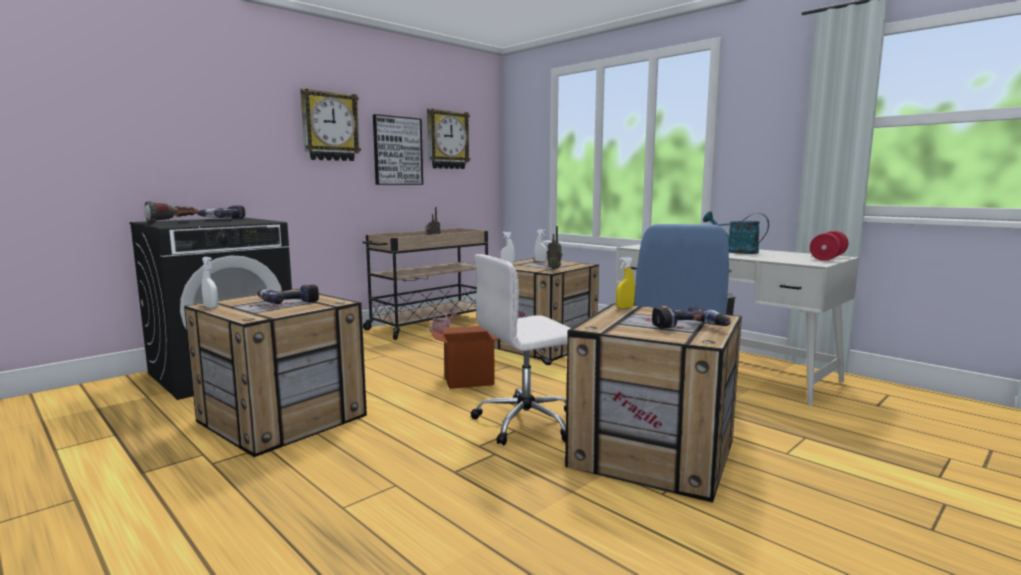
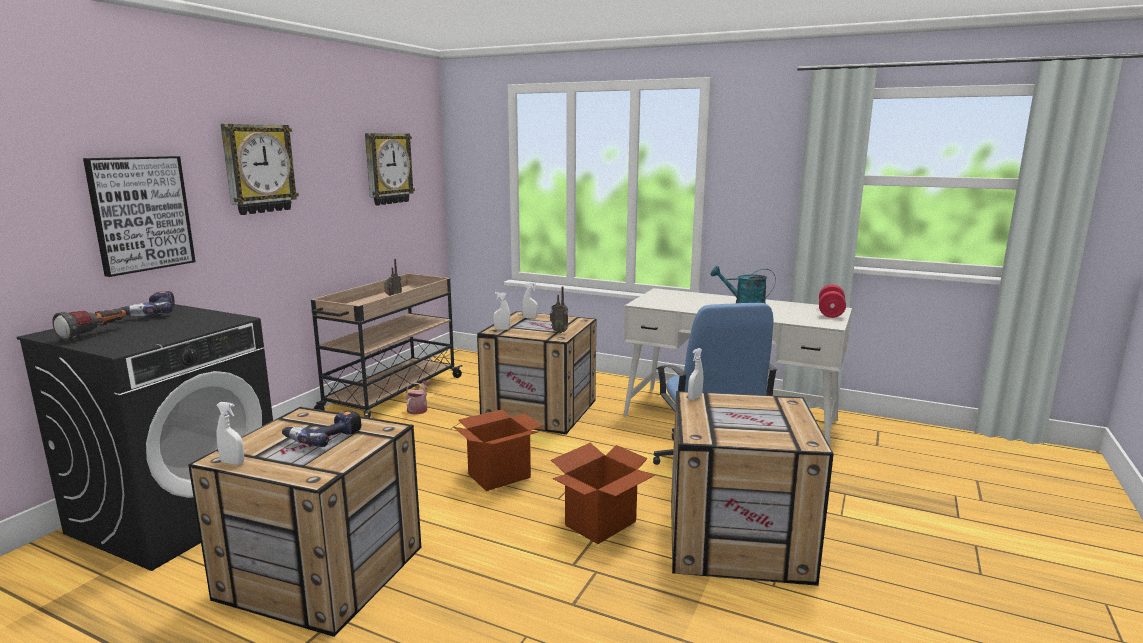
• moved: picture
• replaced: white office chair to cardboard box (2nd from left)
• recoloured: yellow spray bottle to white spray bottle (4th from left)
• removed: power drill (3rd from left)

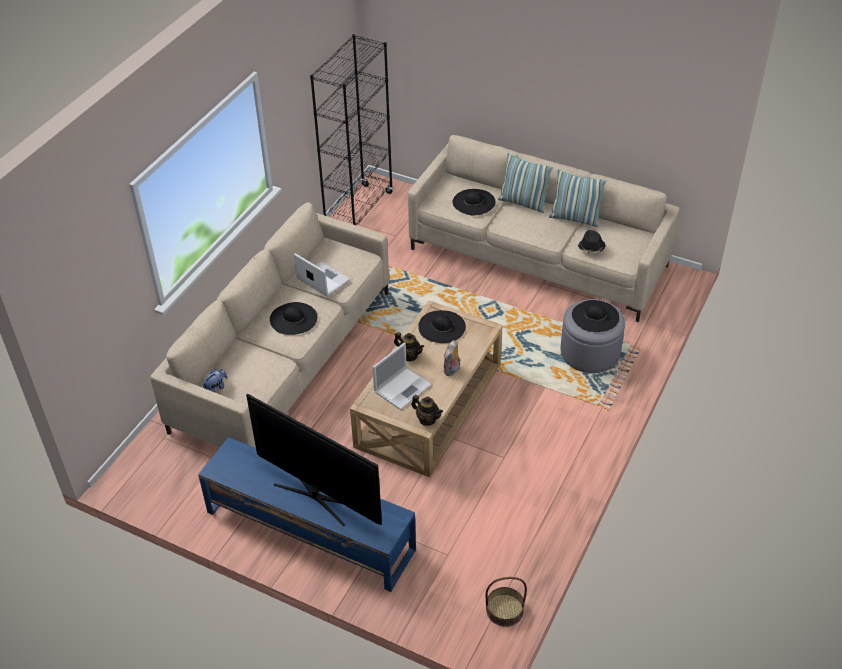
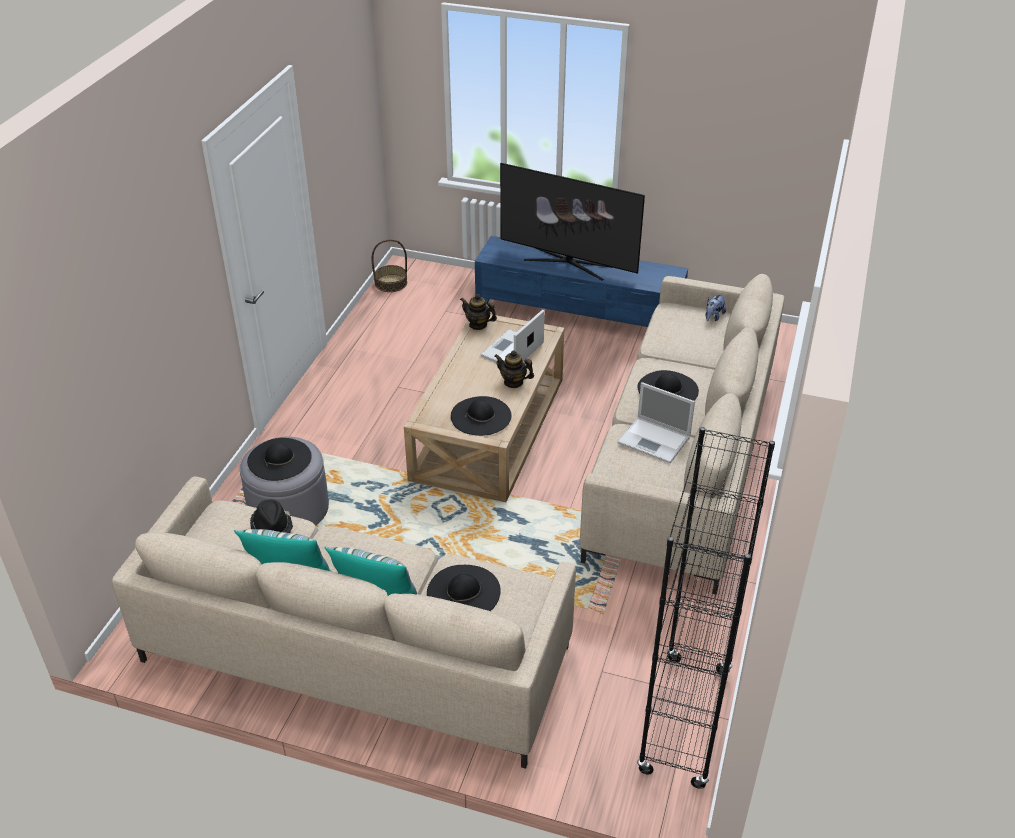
• removed: plush toy (2nd from left)

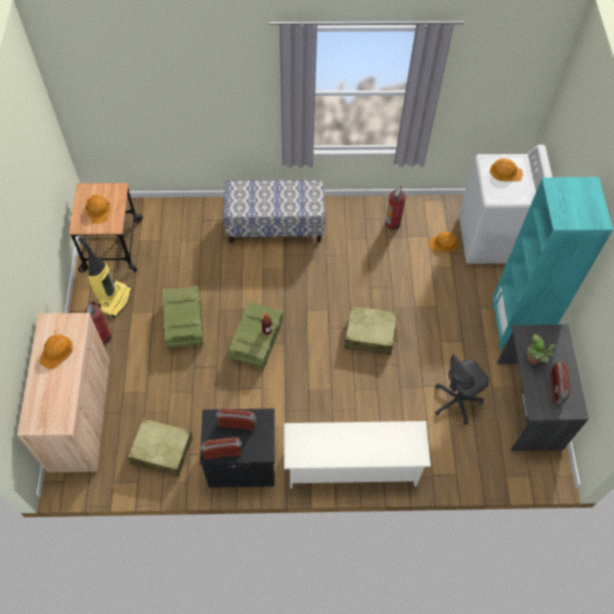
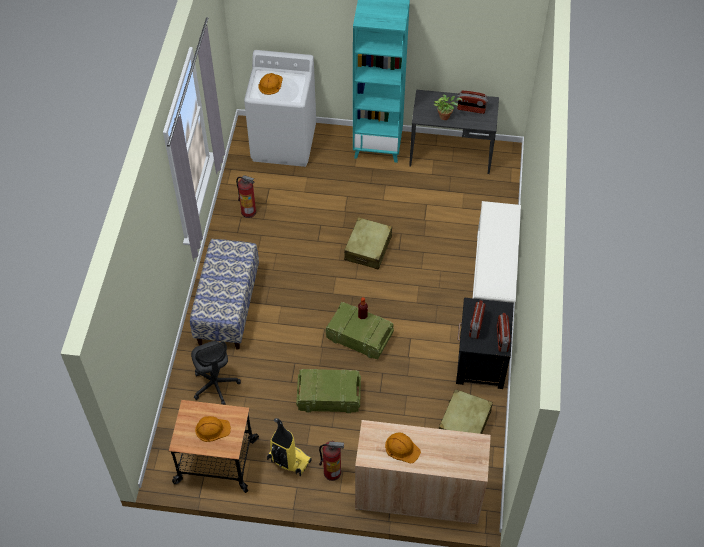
• moved: grey office chair
• removed: orange hard hat (3rd from left)

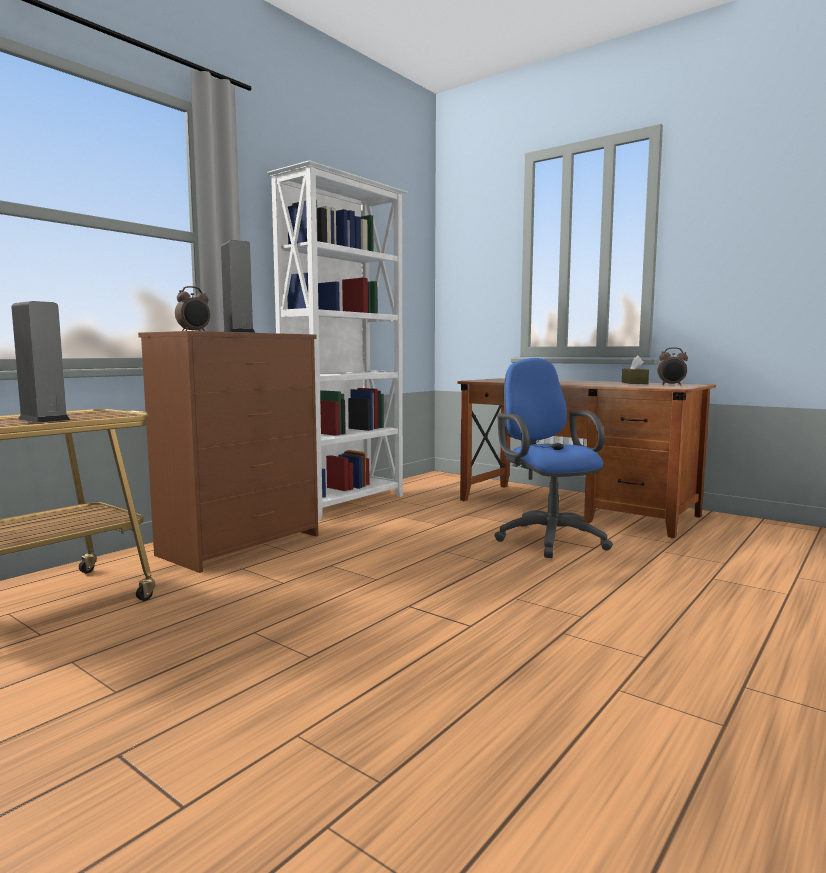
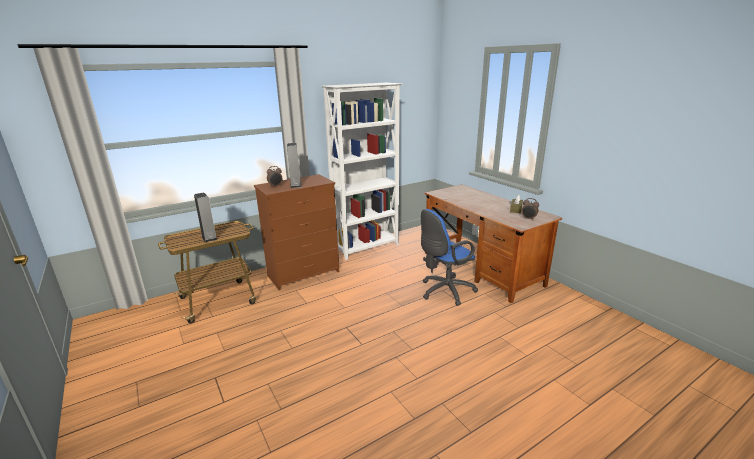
• turned: blue office chair 120 degrees counterclockwise

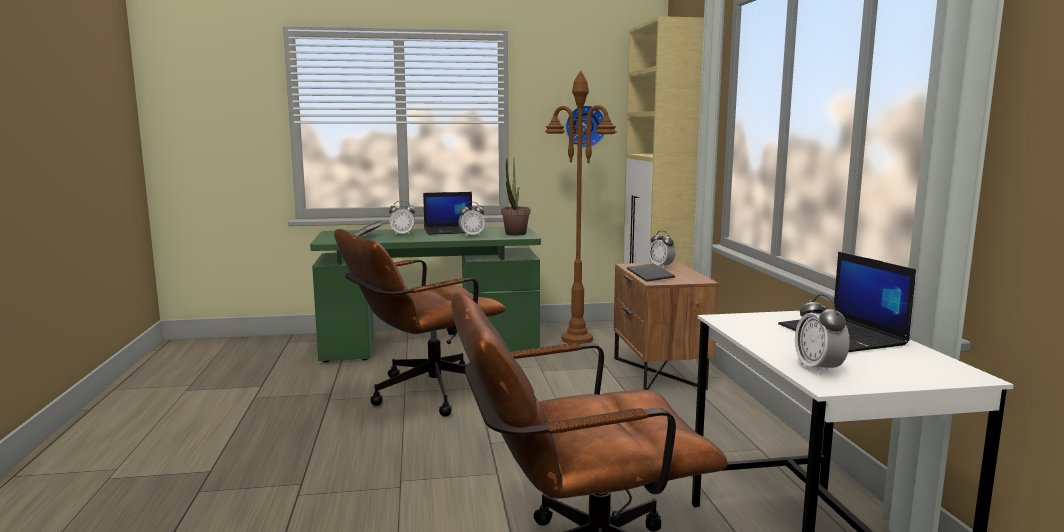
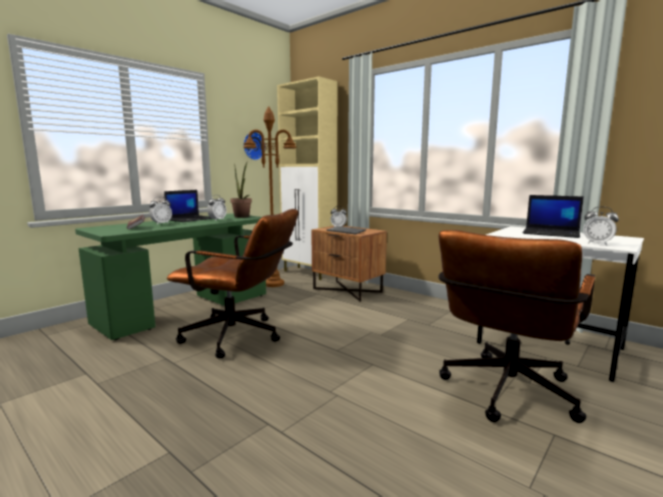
• turned: brown office chair (1st from left) 90 degrees counterclockwise

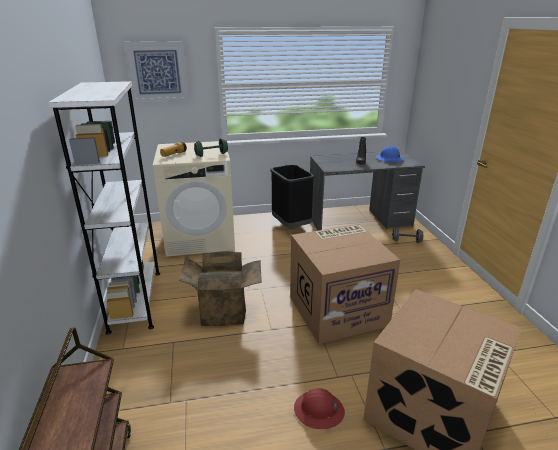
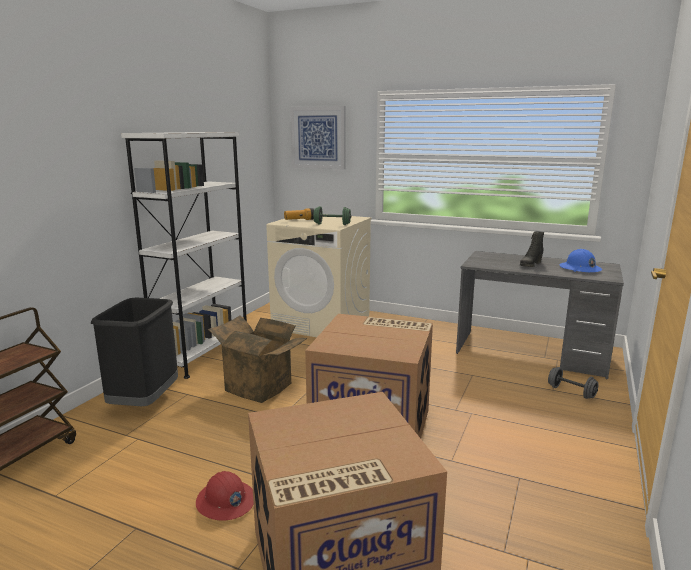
• moved: black trash can

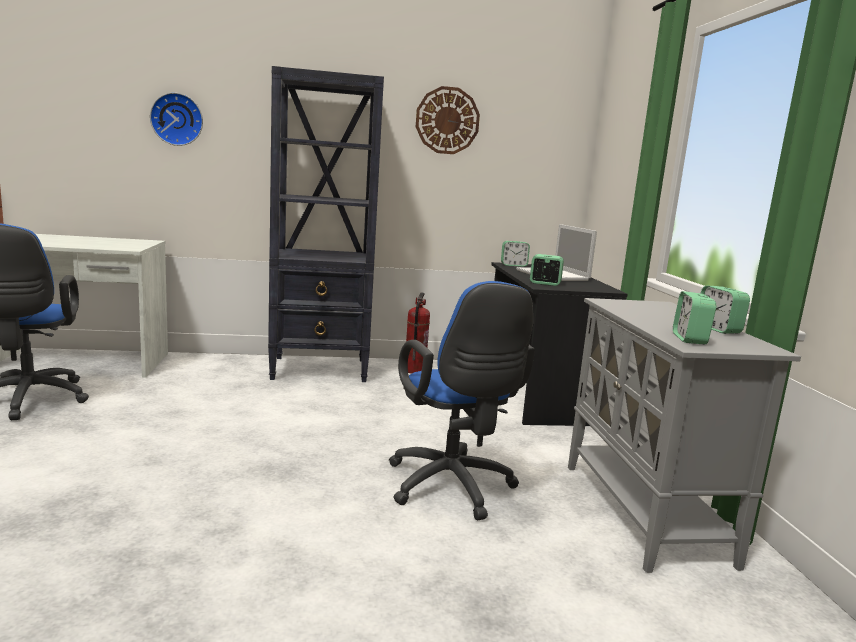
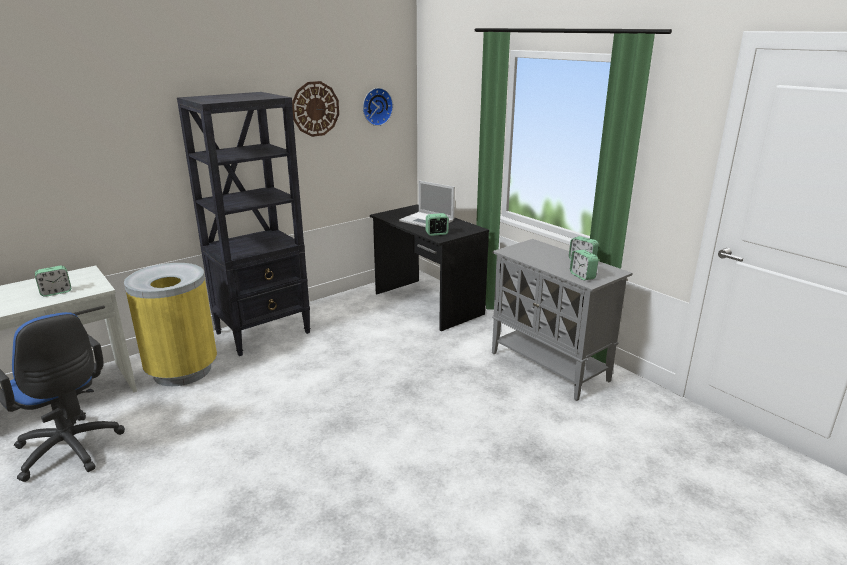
• moved: alarm clock (1st from left)
• added: yellow trash can
• moved: wall clock (1st from left in the first image) to wall clock (2nd from left)
• removed: blue office chair (2nd from left)
• removed: fire extinguisher

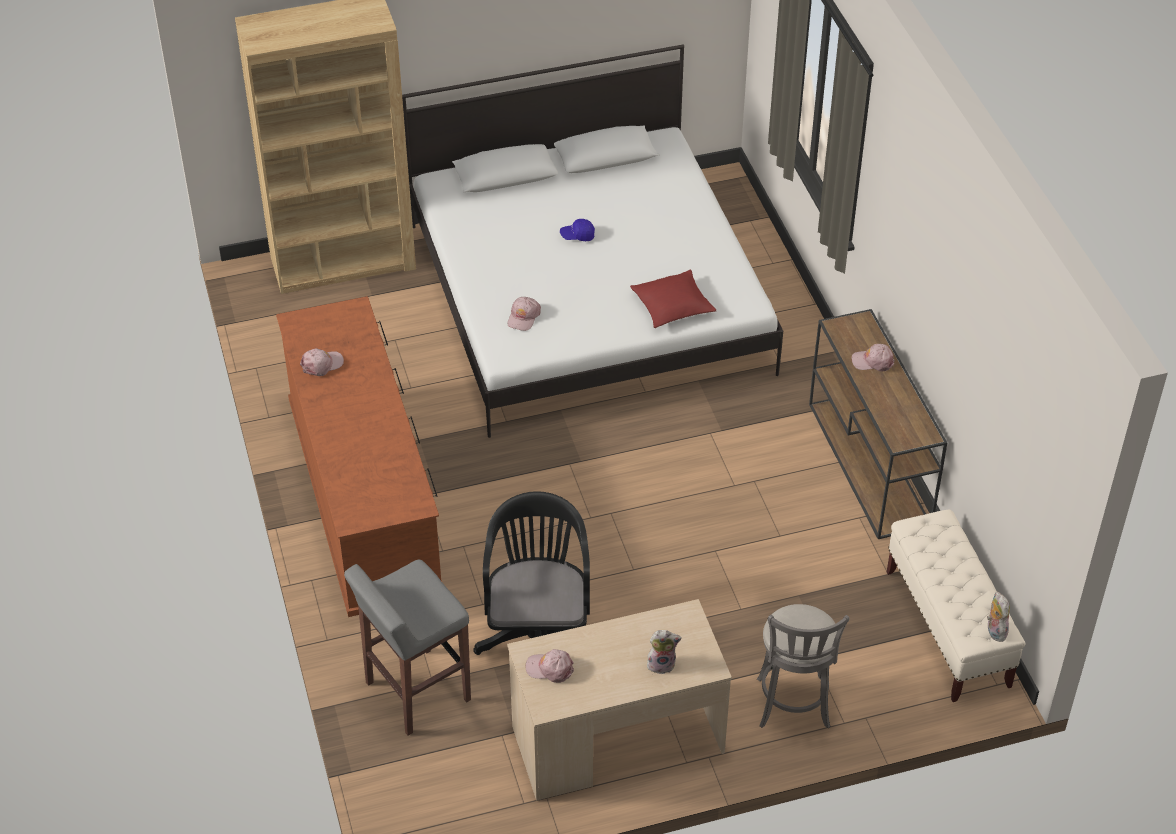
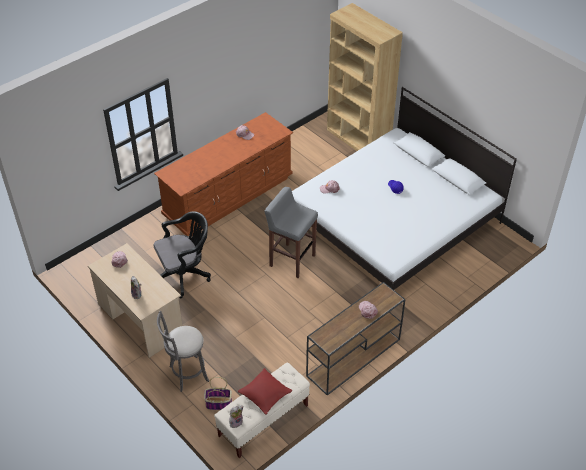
• added: basket
• moved: red pillow
• moved: grey stool (1st from left in the first image) to grey stool (2nd from left)

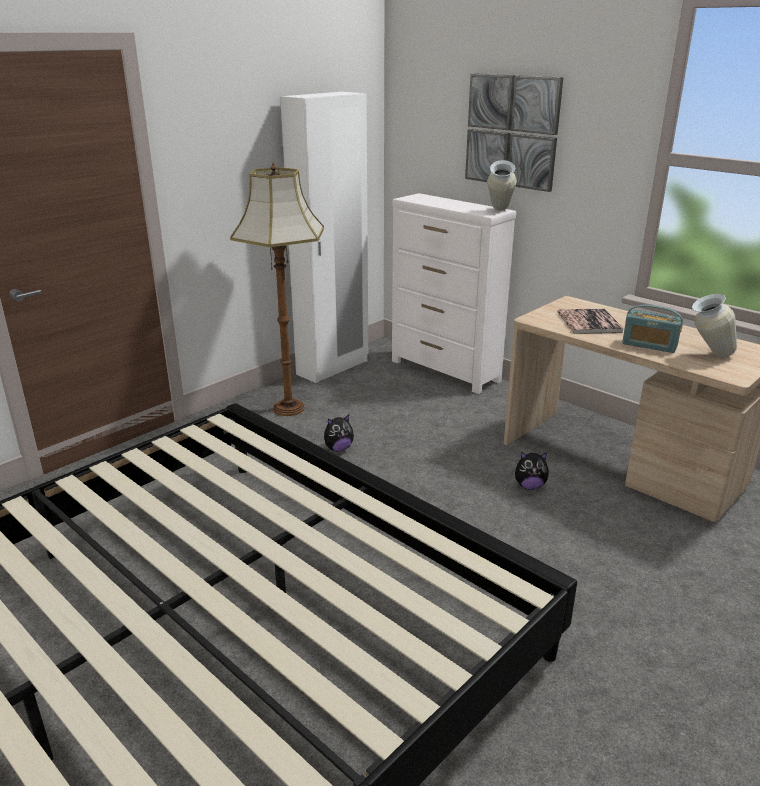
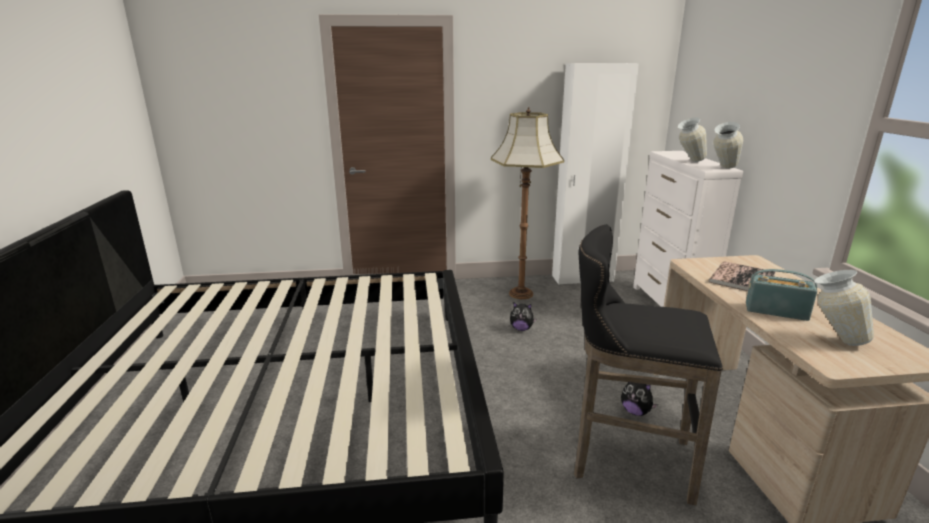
• added: black stool
• added: vase (1st from left)
• turned: radio 135 degrees clockwise
• removed: picture

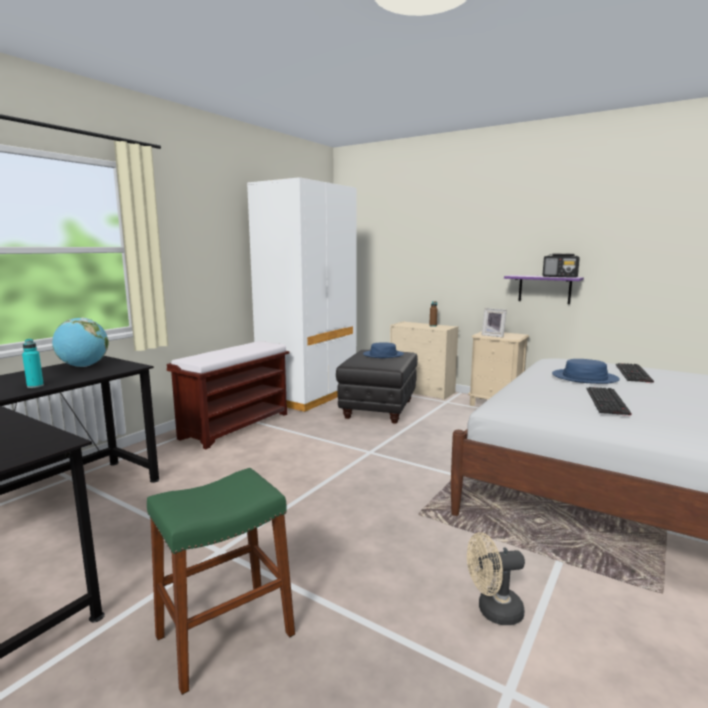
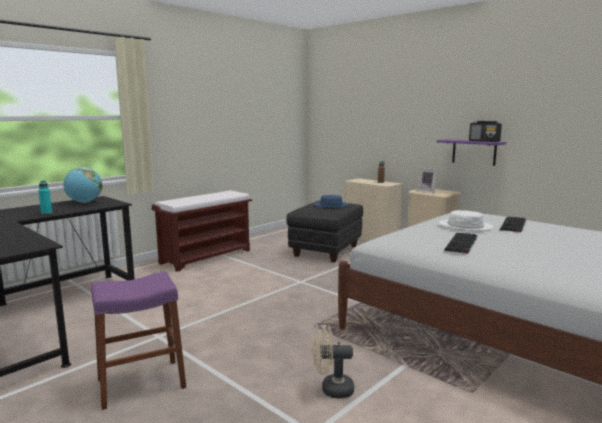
• recoloured: green stool to purple stool
• recoloured: blue hat (2nd from left) to white hat
• removed: white wardrobe

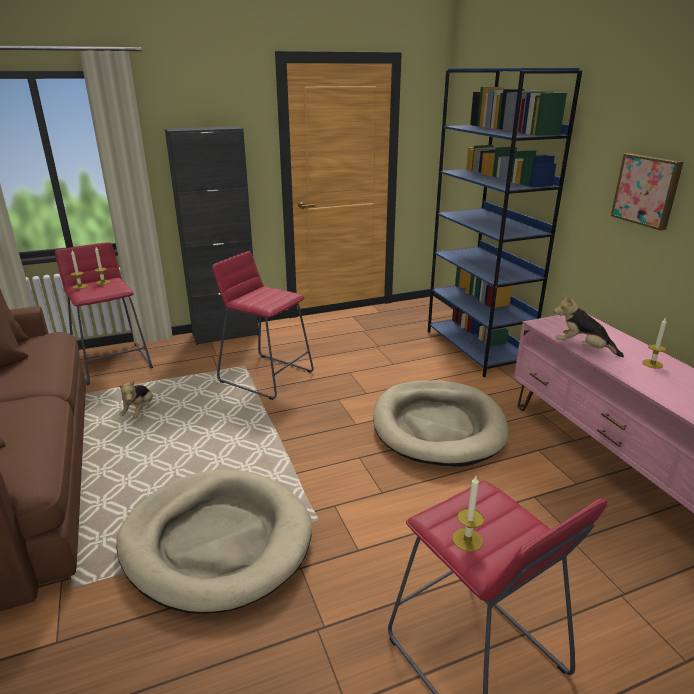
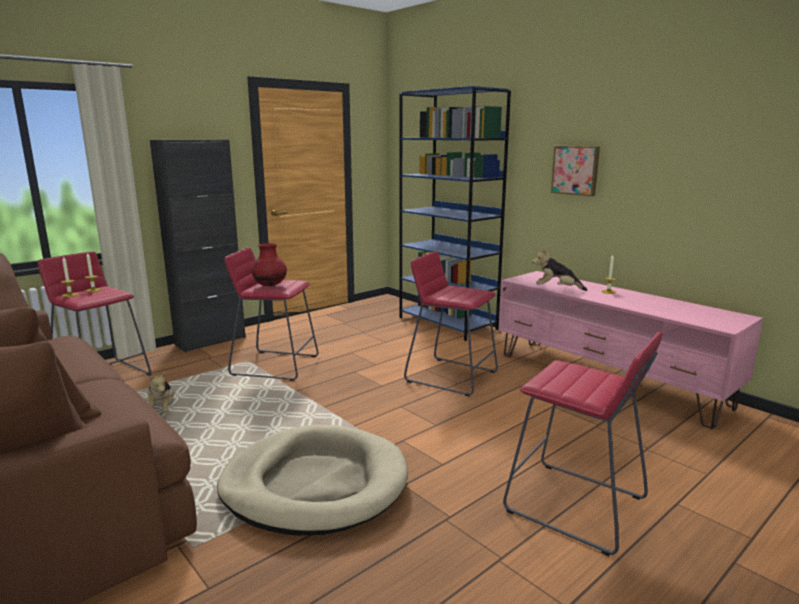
• added: red vase
• replaced: beige dog bed (2nd from left) to red stool (3rd from left)
• removed: candle (3rd from left)

